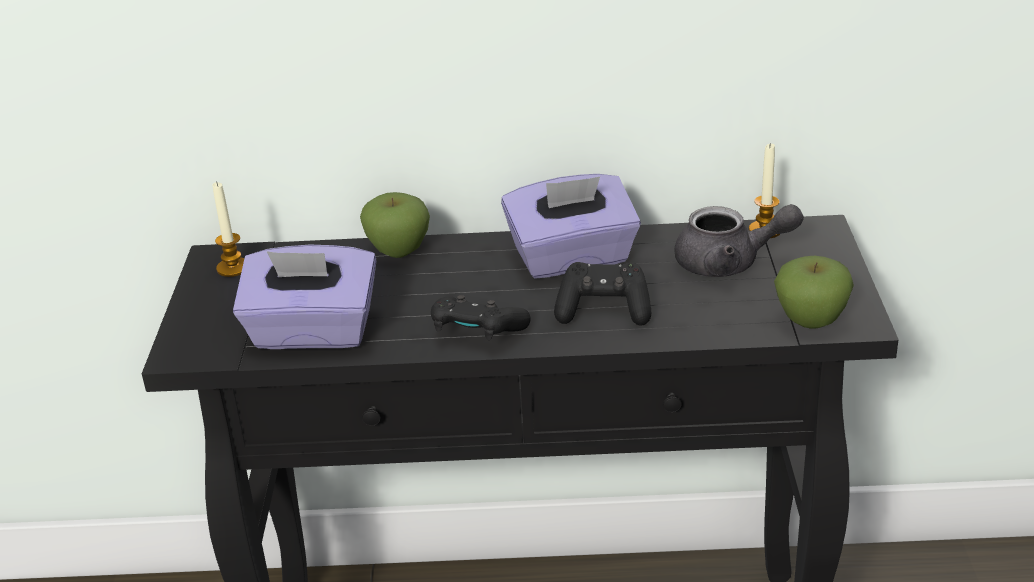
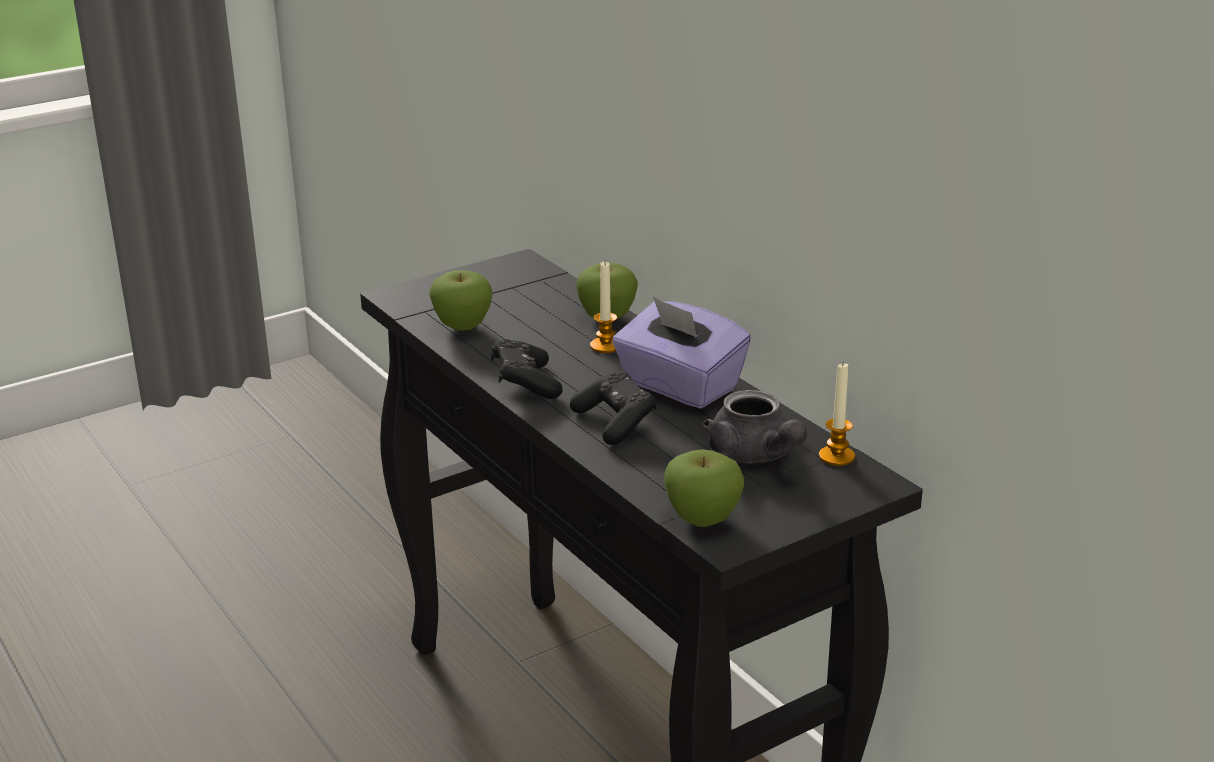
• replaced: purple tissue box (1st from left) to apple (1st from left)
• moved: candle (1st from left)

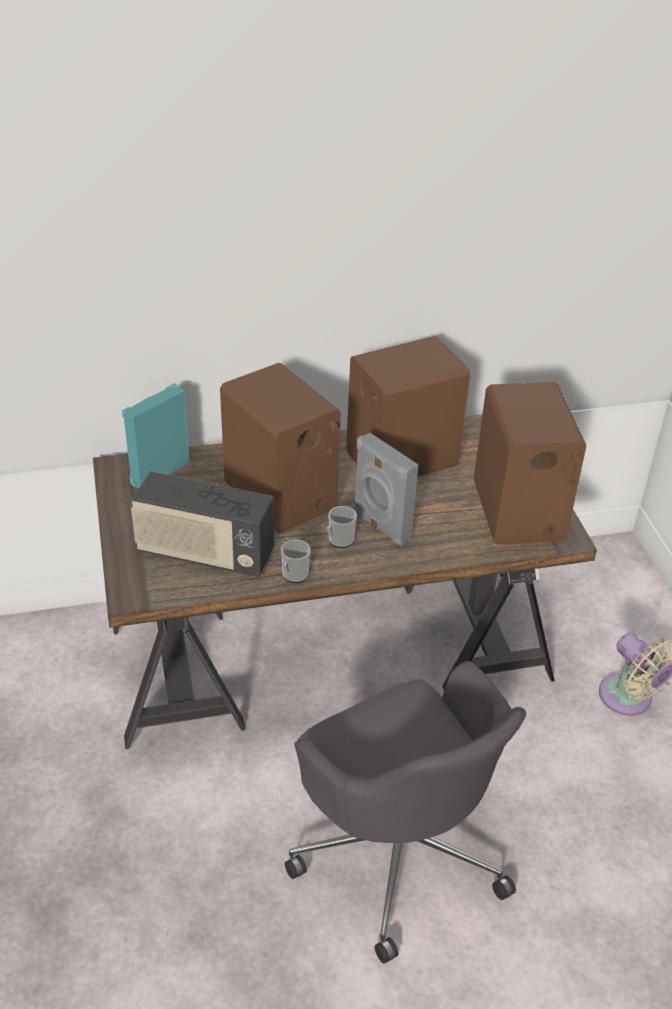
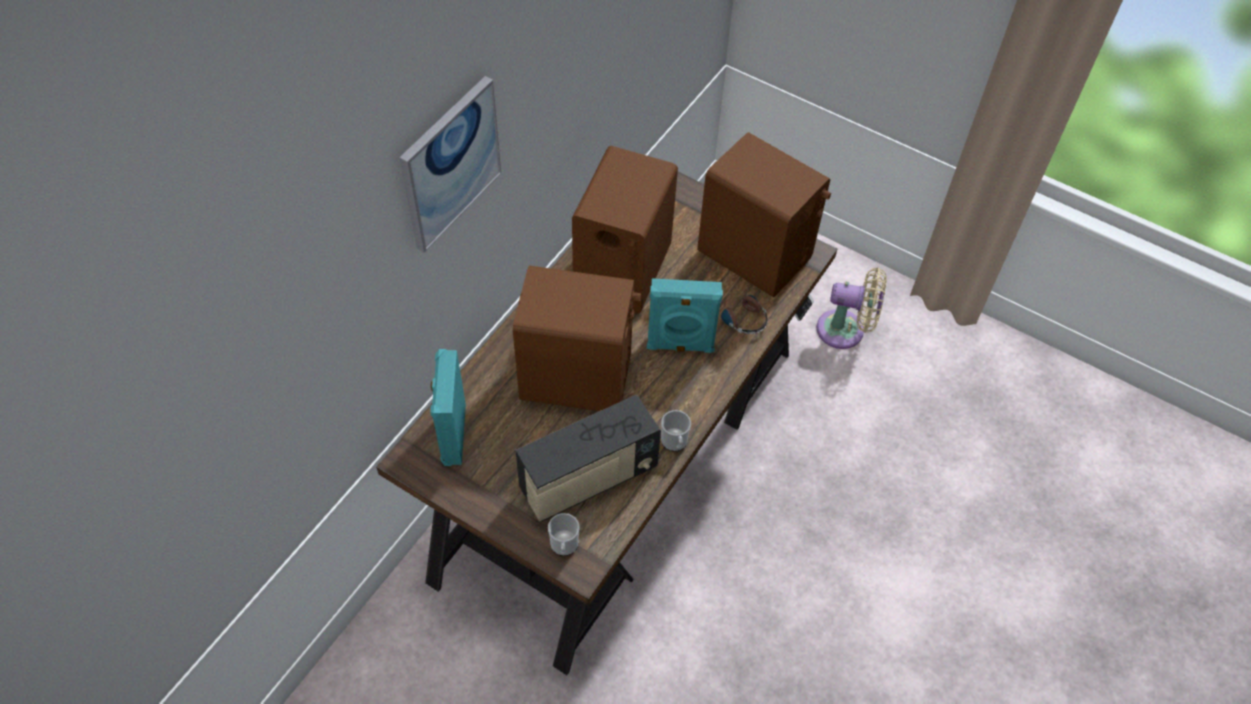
• added: picture
• moved: mug (2nd from left in the first image) to mug (1st from left)
• recoloured: grey speaker to turquoise speaker (2nd from left)
• added: headphones
• removed: grey office chair

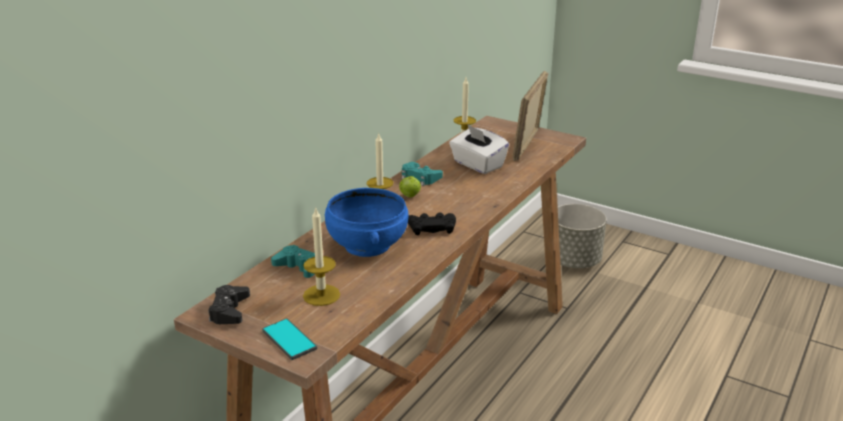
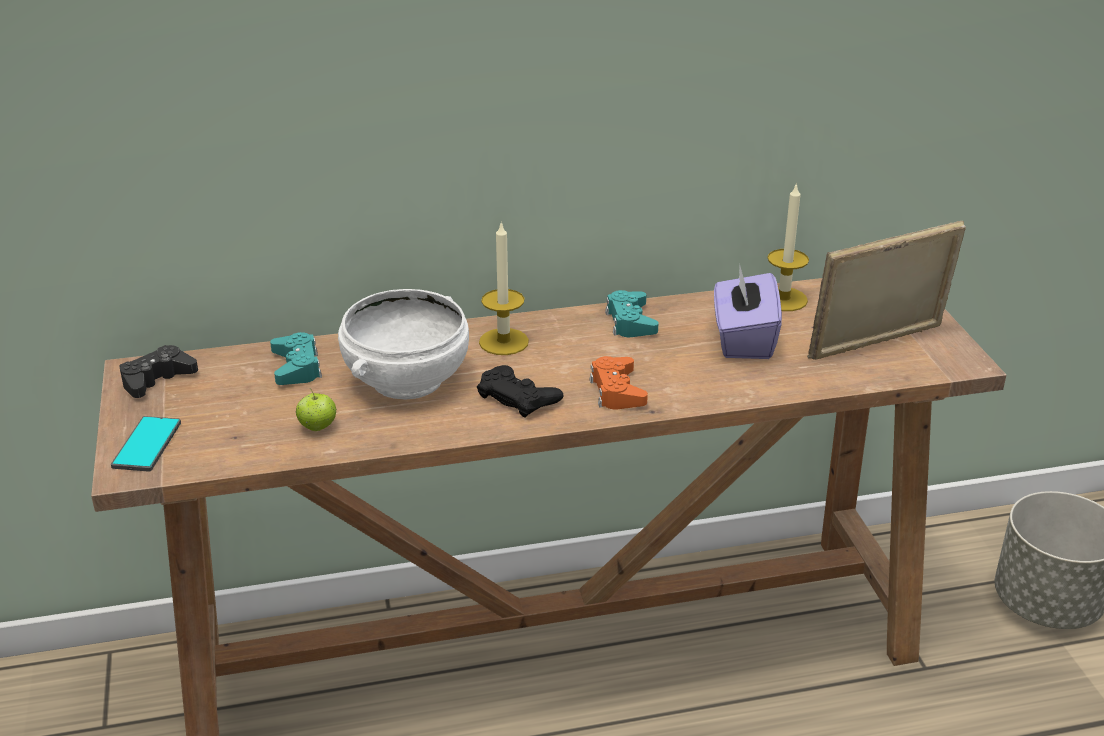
• moved: apple
• recoloured: blue bowl to white bowl
• added: orange game controller
• recoloured: white tissue box to purple tissue box
• removed: candle (1st from left)

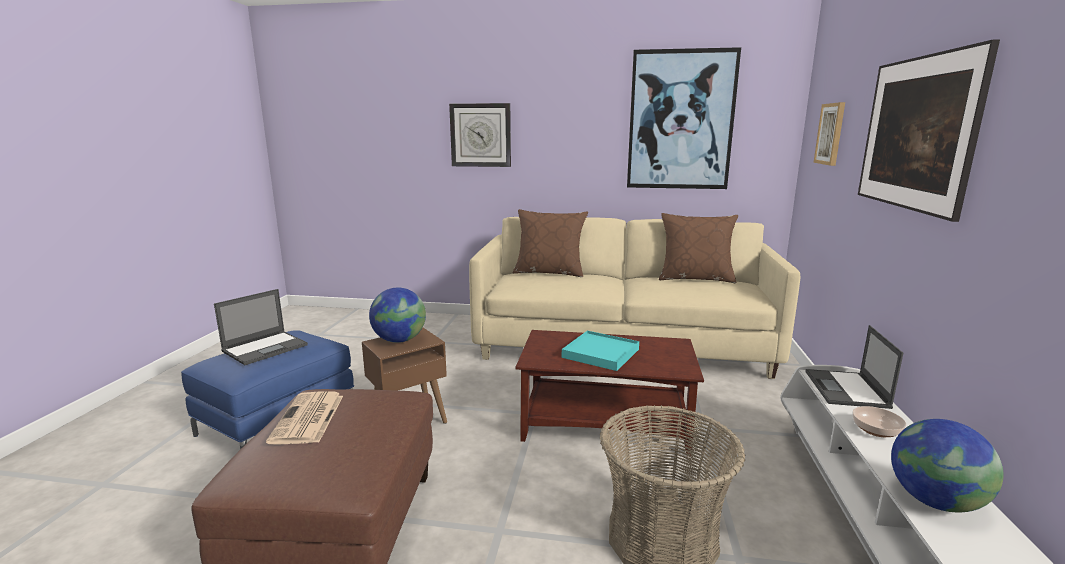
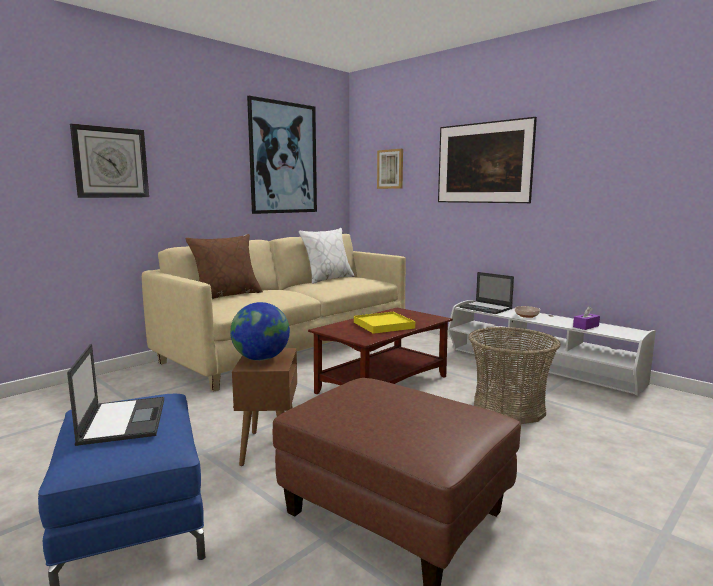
• recoloured: brown pillow (2nd from left) to white pillow
• recoloured: turquoise tray to yellow tray
• replaced: globe (2nd from left) to purple tissue box
• removed: newspaper

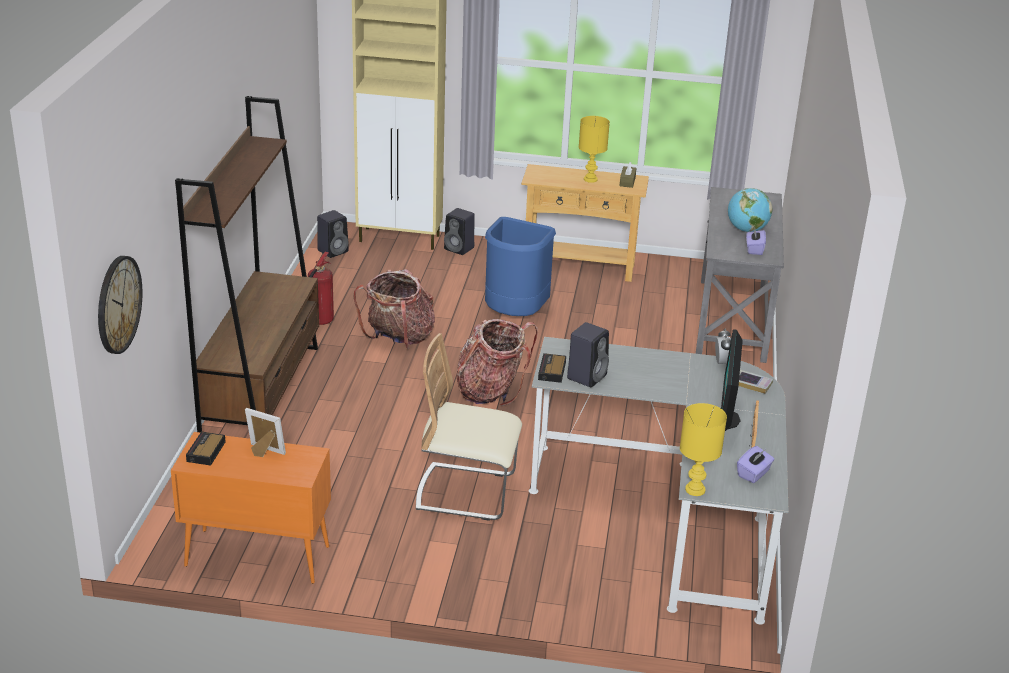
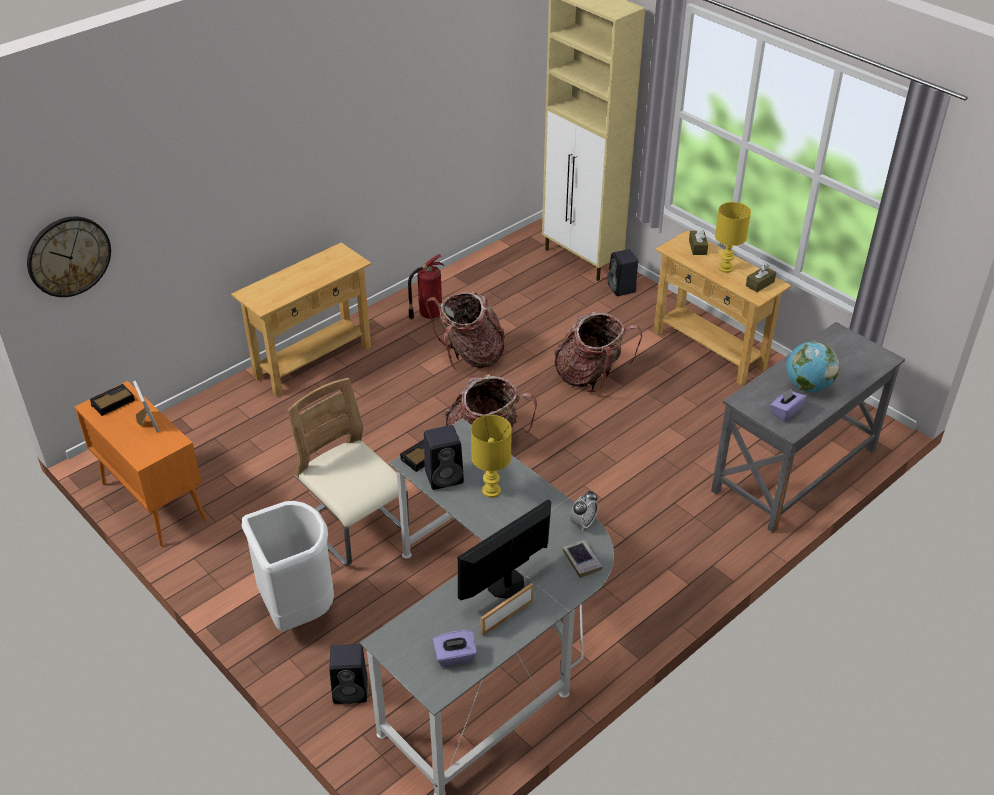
• replaced: brown bookcase to beige console table (1st from left)
• added: white trash can
• moved: black speaker (1st from left)
• moved: yellow table lamp (2nd from left in the first image) to yellow table lamp (1st from left)
• replaced: blue trash can to backpack (3rd from left)
• added: brown tissue box (1st from left)

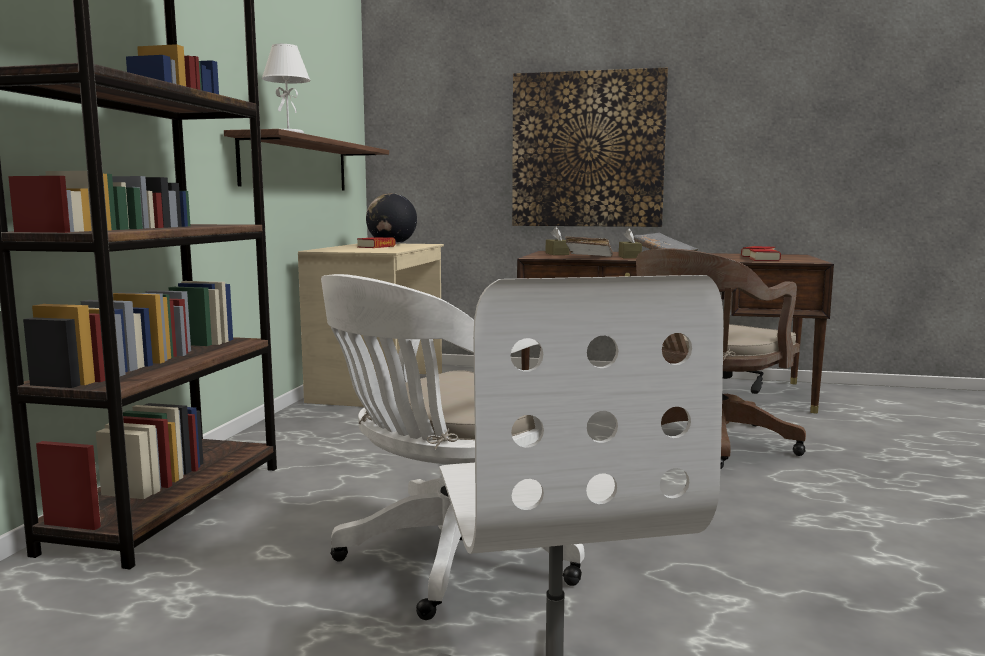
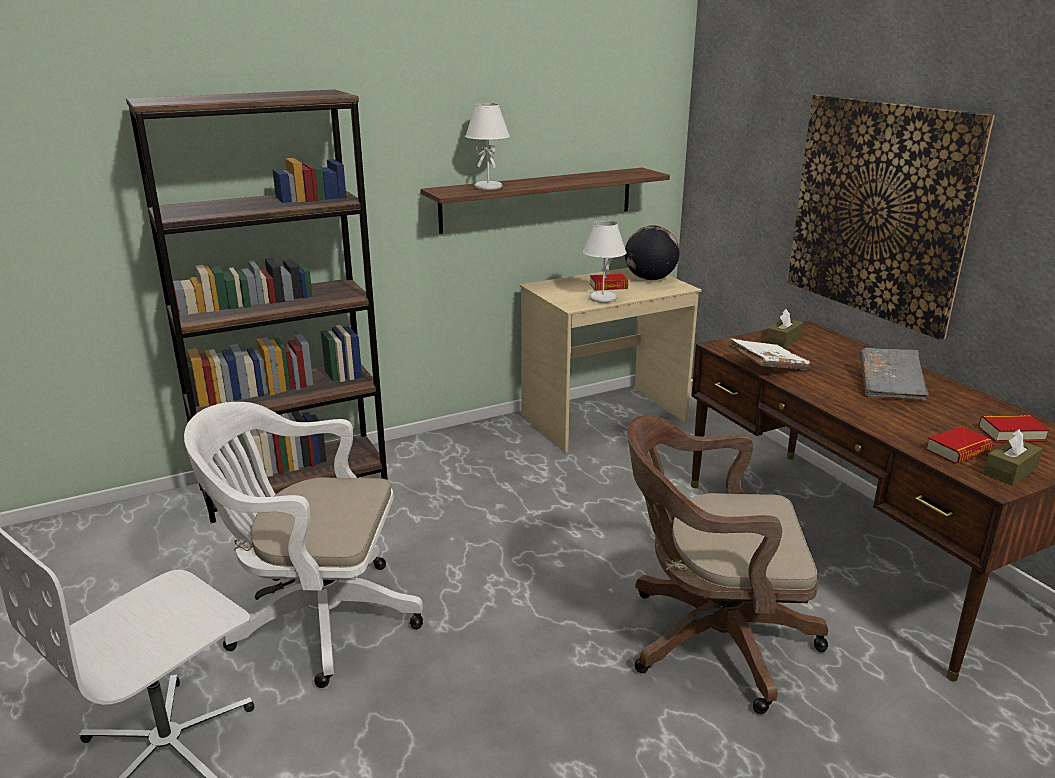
• added: white table lamp (2nd from left)
• moved: brown tissue box (2nd from left)

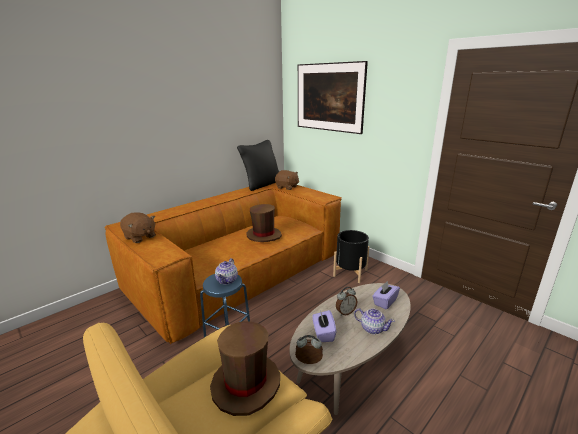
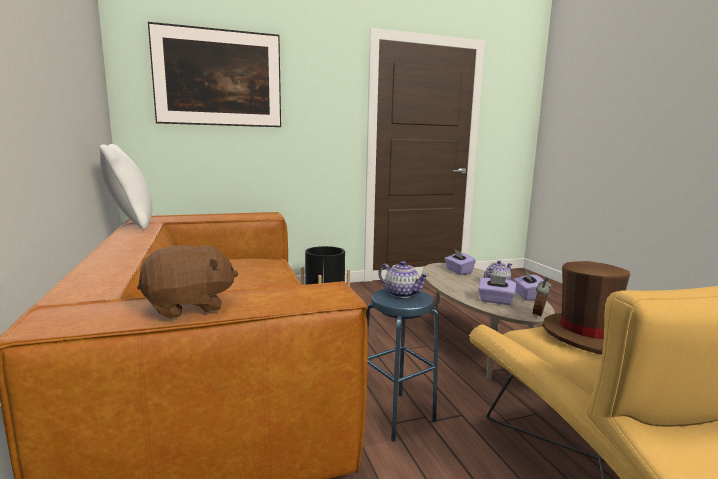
• recoloured: black pillow to white pillow
• added: purple tissue box (3rd from left)
• removed: brown hat (2nd from left)
• removed: brown plush toy (2nd from left)
• removed: alarm clock (2nd from left)

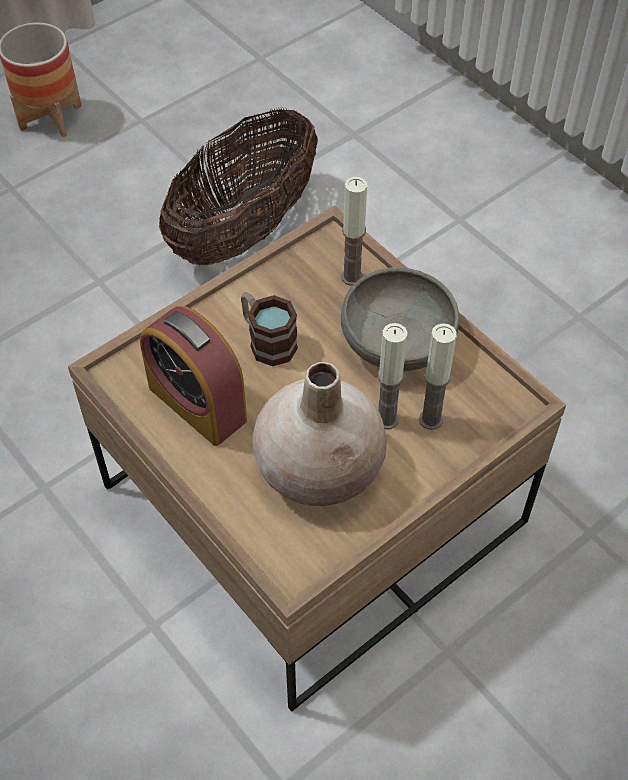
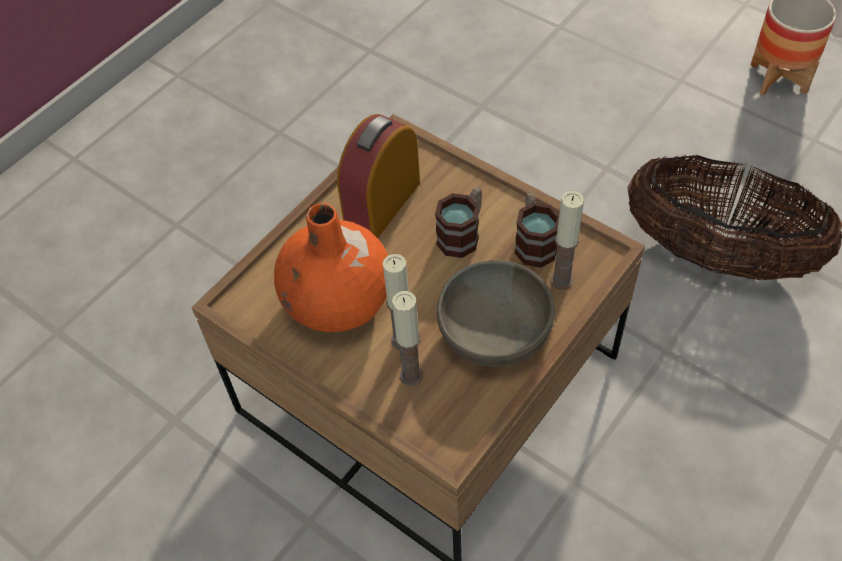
• recoloured: beige vase to orange vase
• added: mug (2nd from left)

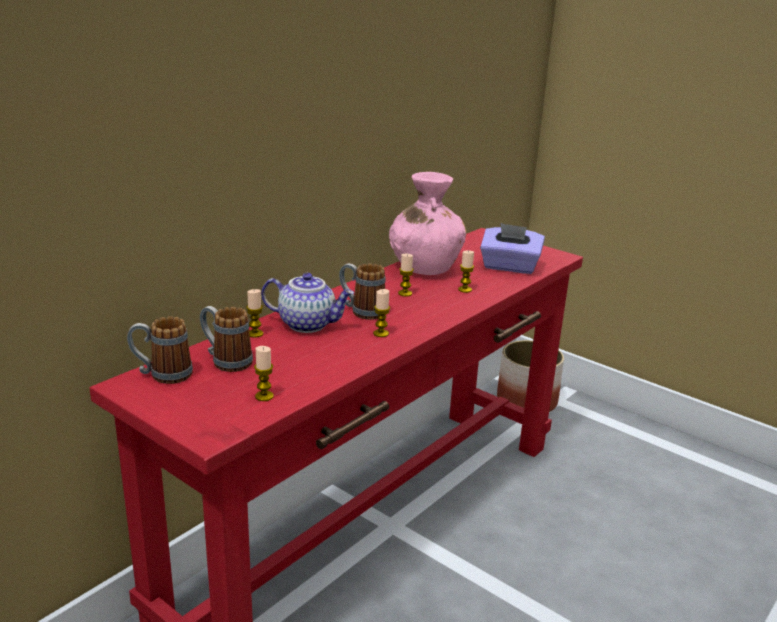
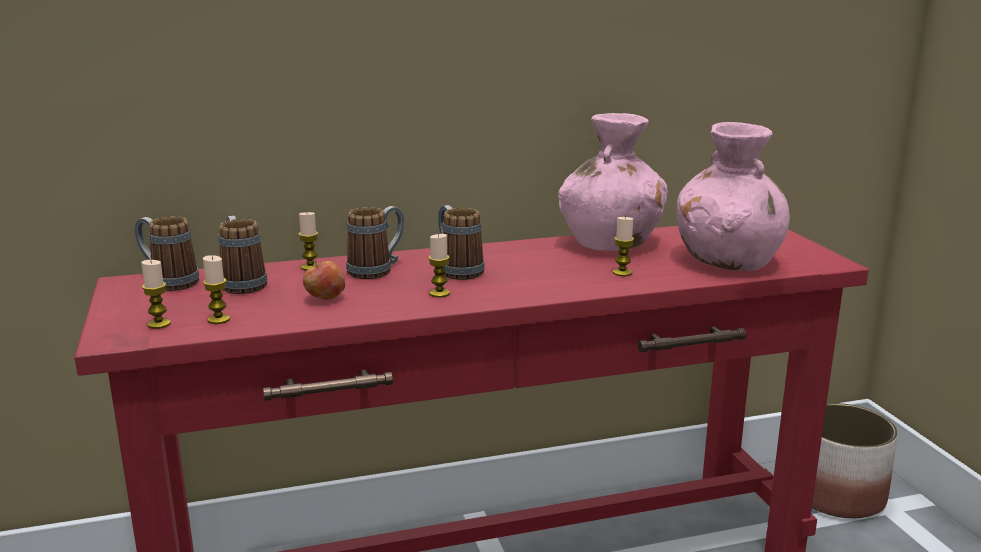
• moved: candle (4th from left in the first image) to candle (1st from left)
• added: apple
• replaced: teapot to mug (3rd from left)
• replaced: purple tissue box to pink vase (2nd from left)

